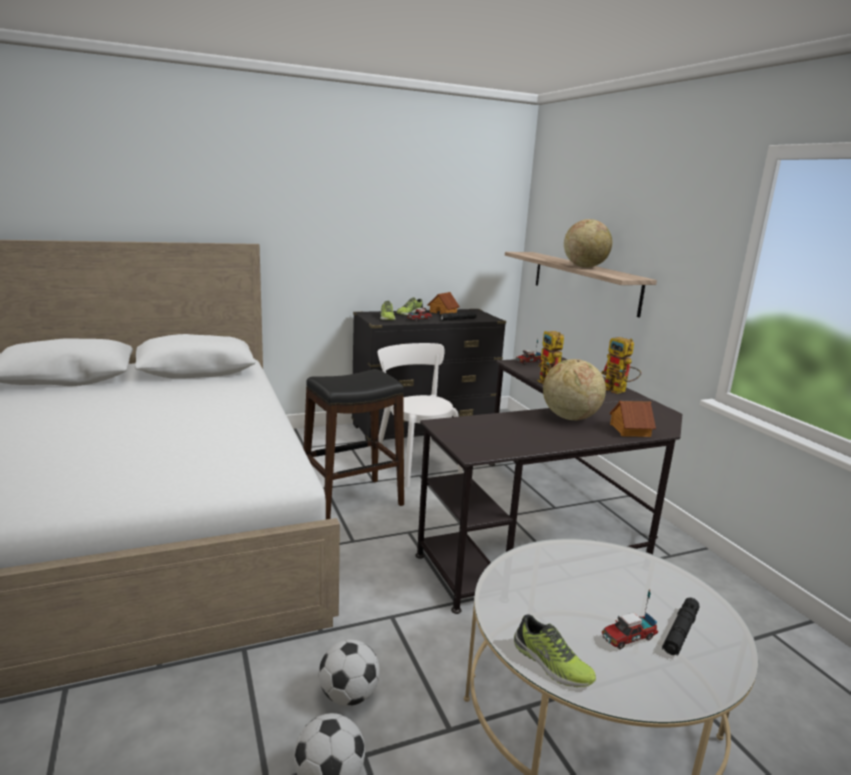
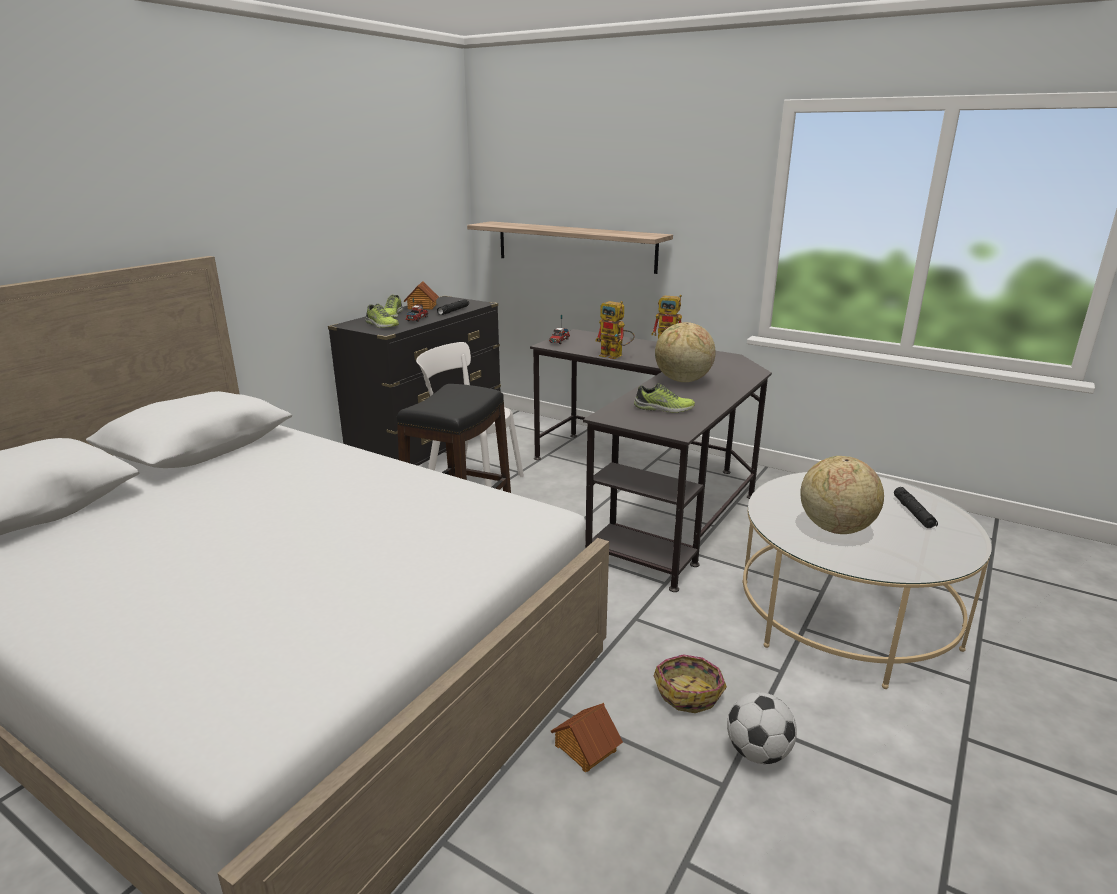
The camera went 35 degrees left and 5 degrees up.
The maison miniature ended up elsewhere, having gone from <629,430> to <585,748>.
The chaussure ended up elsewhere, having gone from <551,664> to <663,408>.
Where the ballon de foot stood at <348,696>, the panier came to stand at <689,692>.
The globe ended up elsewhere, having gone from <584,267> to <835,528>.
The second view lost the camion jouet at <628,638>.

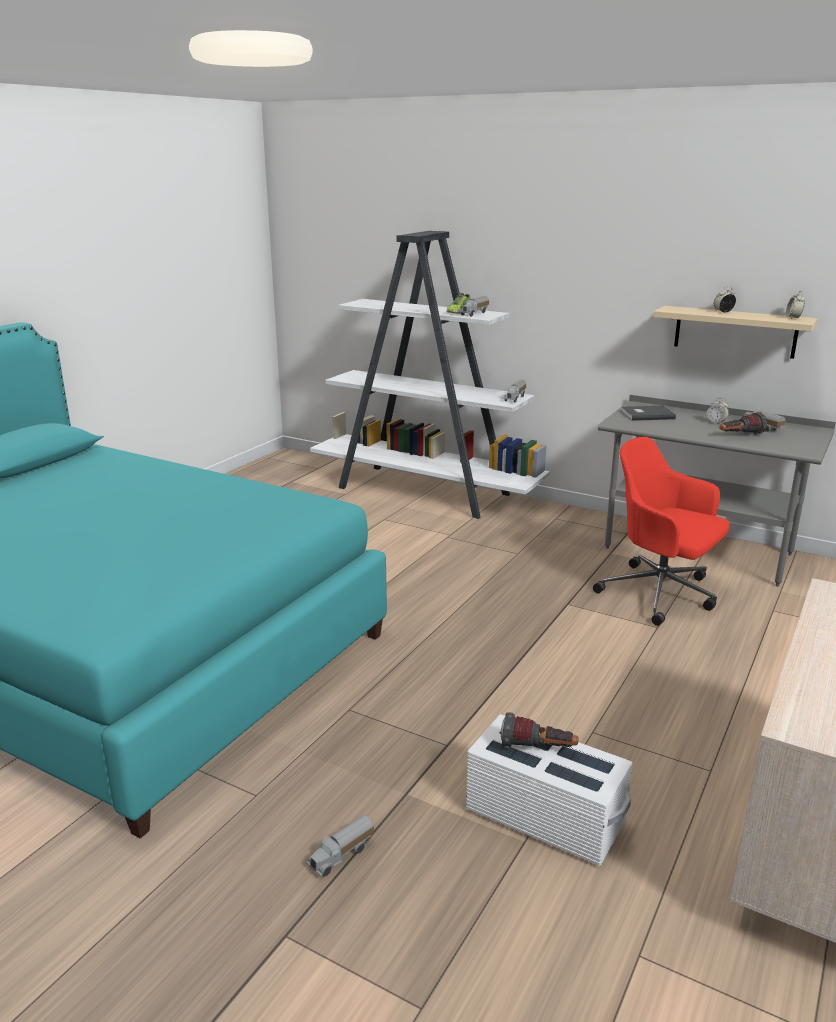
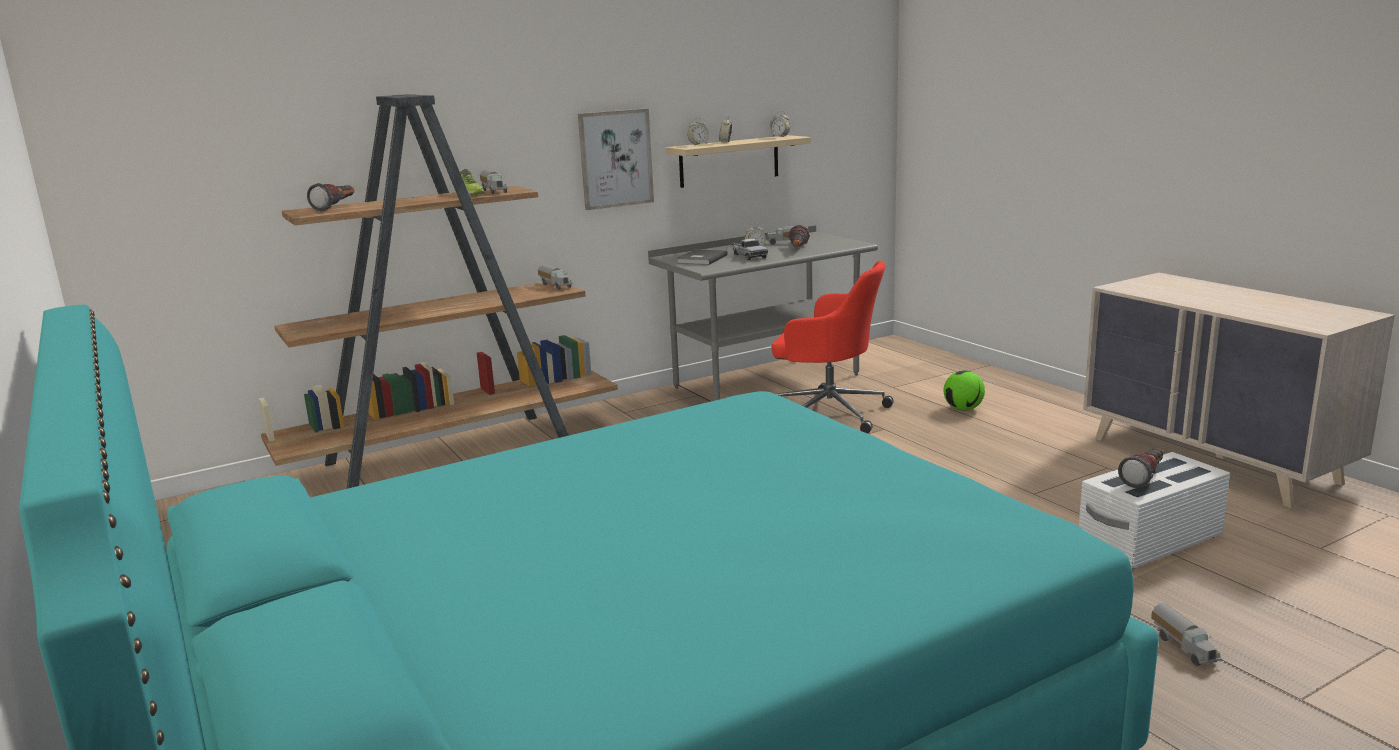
The camera went 60 degrees left and 5 degrees down.
What was the bibliothèque [blanc] at <426,492> turned into the bibliothèque [marron] at <453,453>.
The second view gained the lampe de poche at <336,207>.
The second view gained the tableau at <615,158>.
The second view gained the réveil at <698,144>.
The second view gained the camion jouet at <749,256>.
The chaise de bureau [rouge] at <660,594> ended up facing another way, 135 degrees counterclockwise from before.
The second view gained the ballon de foot at <963,409>.

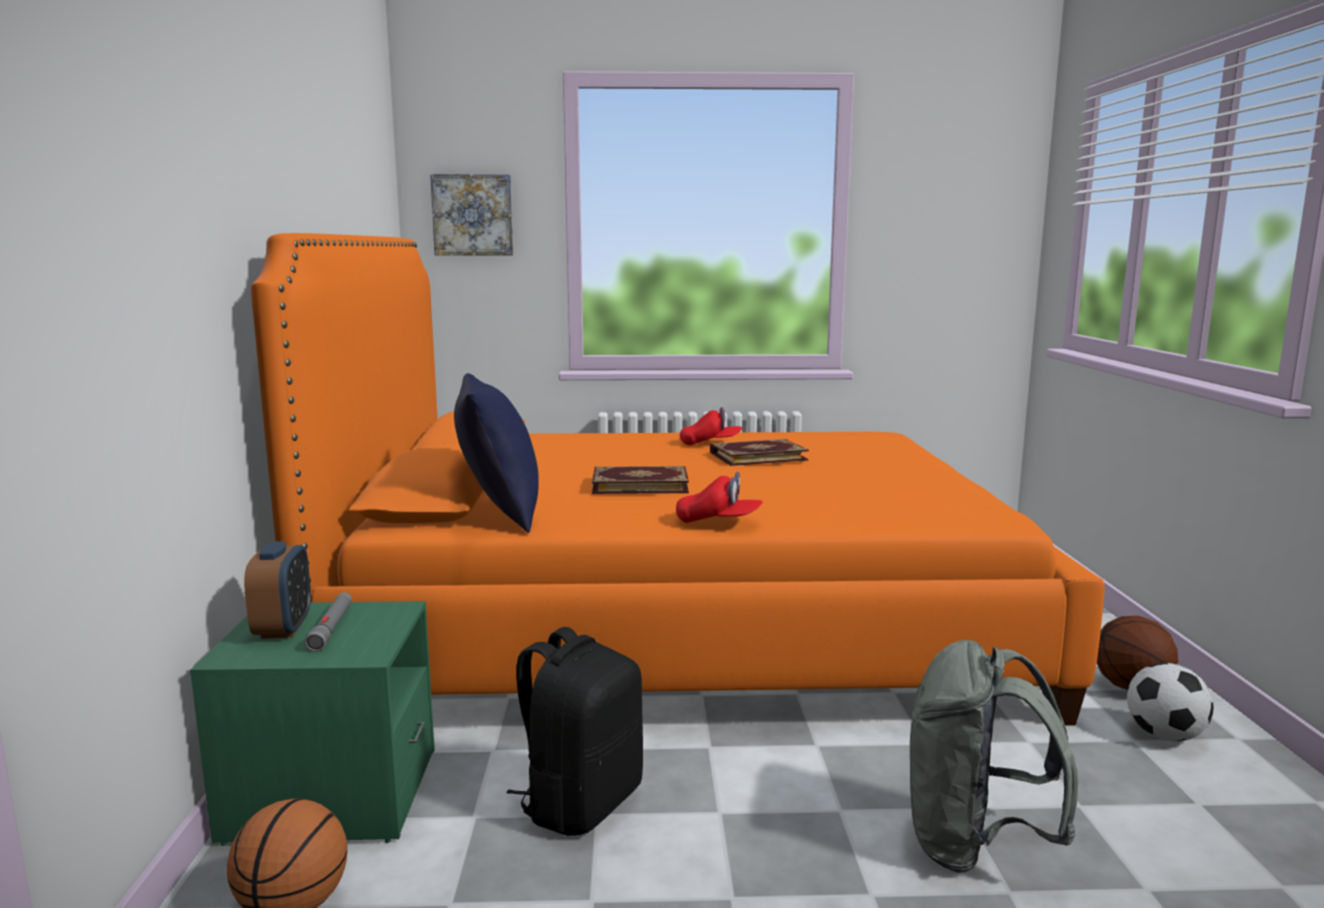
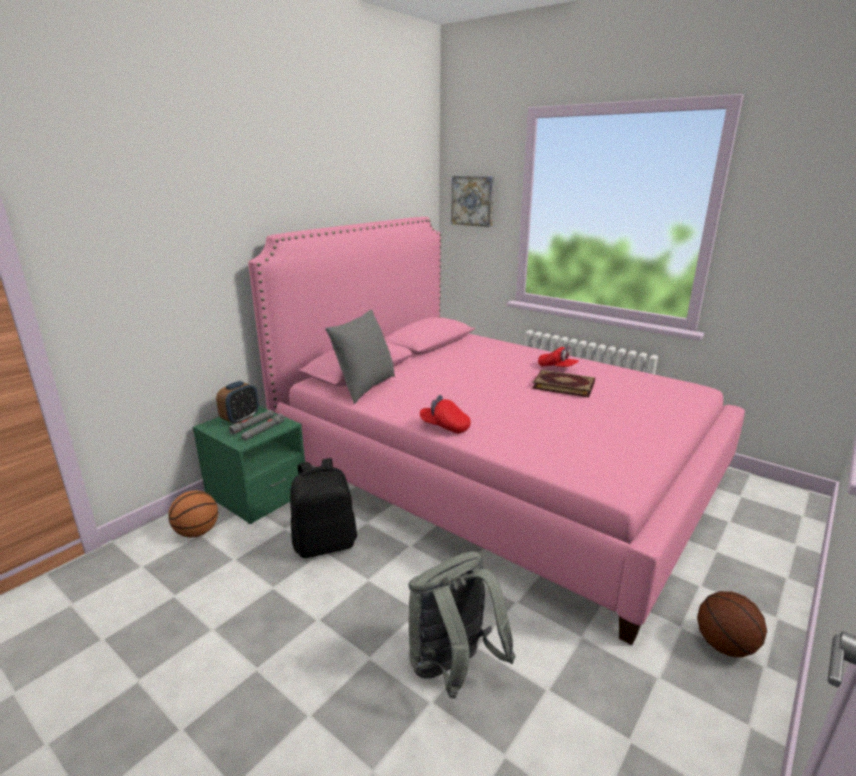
The camera went 40 degrees right and 10 degrees up.
The second view gained the lampe de poche [gris] at <263,431>.
What was the lit [orange] at <679,622> turned into the lit [rose] at <494,471>.
What was the coussin [bleu] at <499,514> turned into the coussin [gris] at <364,388>.
The casquette [rouge] at <718,522> ended up facing another way, 150 degrees clockwise from before.
The second view lost the livre at <640,484>.
The second view lost the ballon de foot at <1165,735>.

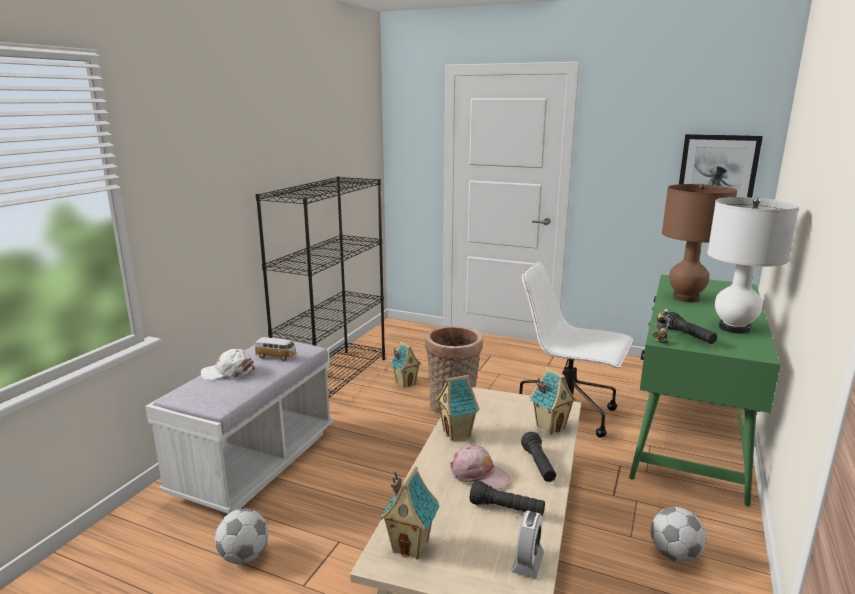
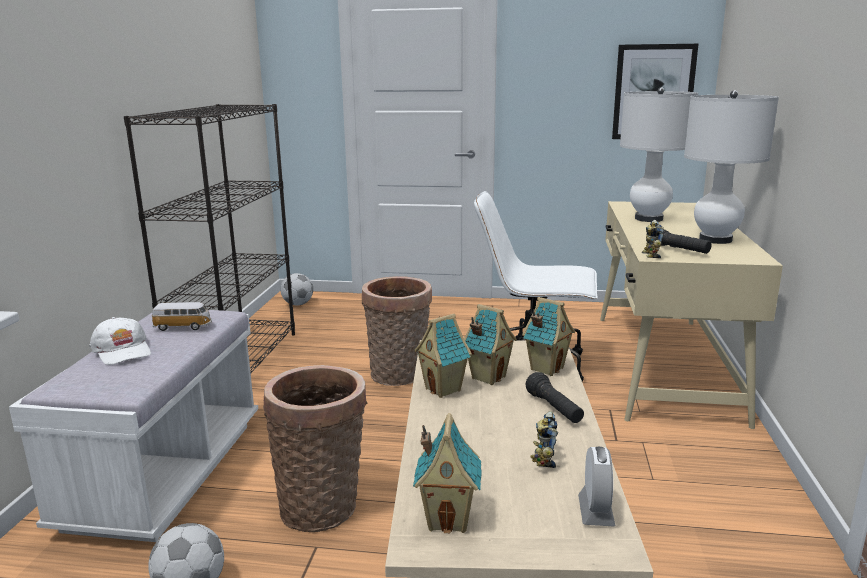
The camera went 15 degrees left and 0 degrees up.
The casquette [blanc] at <228,372> ended up facing another way, 105 degrees counterclockwise from before.
The second view gained the panier at <323,505>.
The ballon de foot ended up elsewhere, having gone from <675,554> to <298,304>.
The maison miniature ended up elsewhere, having gone from <405,383> to <488,377>.
Where the lampe de poche [noir] stood at <506,509>, the robot jouet came to stand at <542,459>.
What was the bureau [vert] at <688,430> turned into the bureau [beige] at <663,364>.
What was the lampe de table [marron] at <685,298> turned into the lampe de table [blanc] at <648,219>.
The second view lost the casquette [rose] at <479,474>.

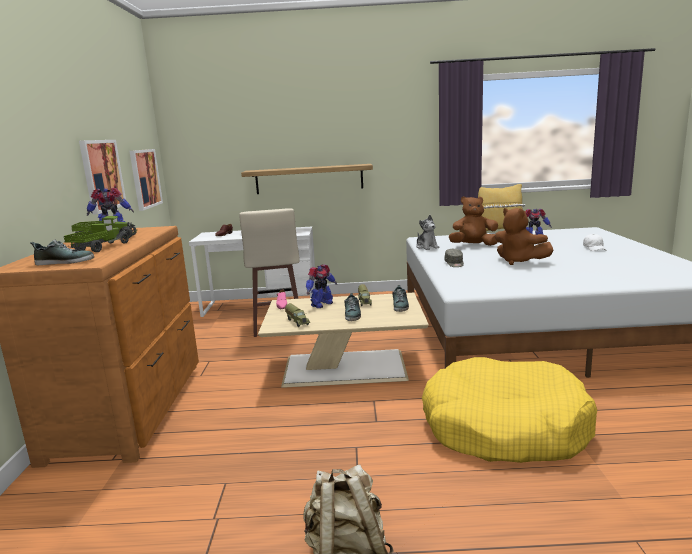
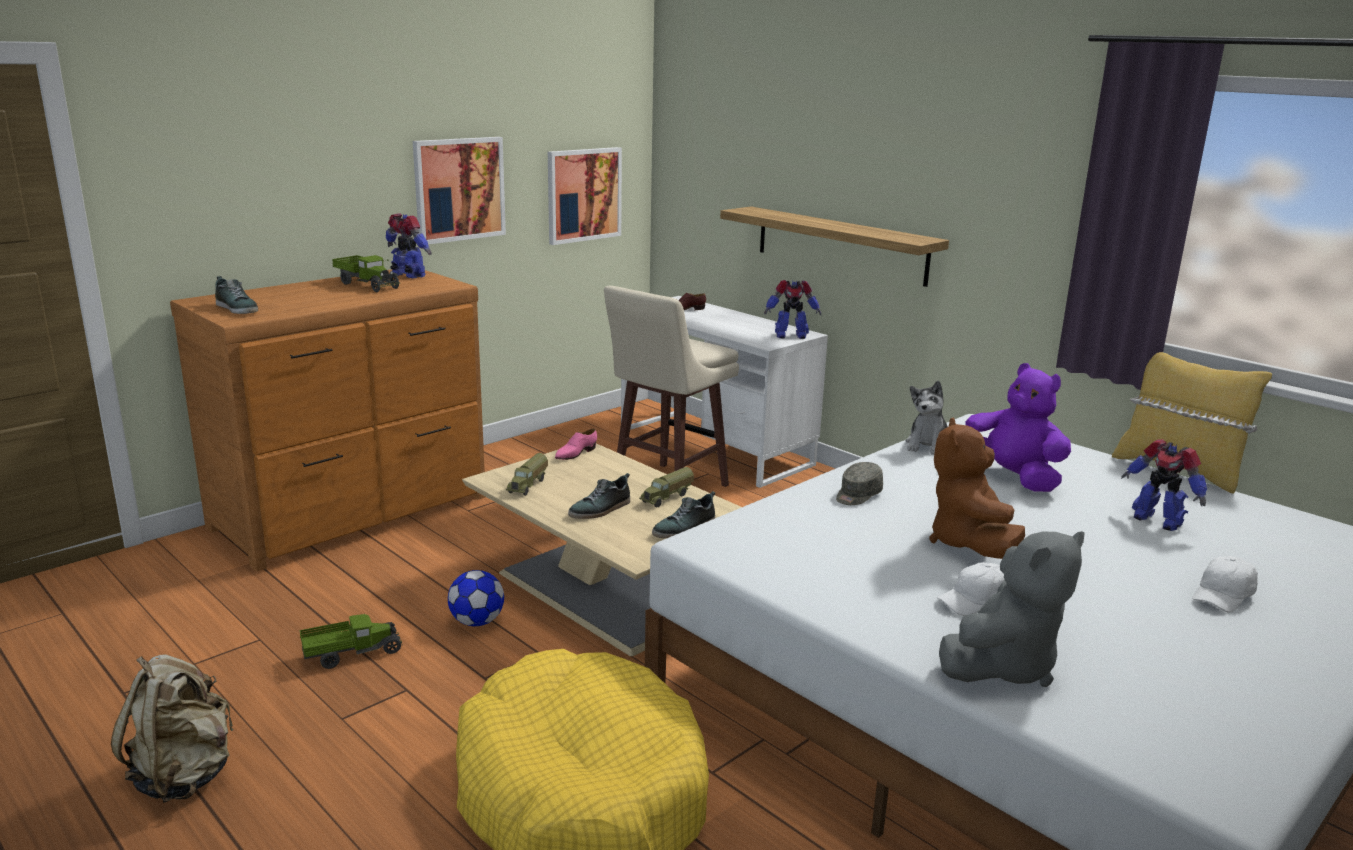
The camera went 45 degrees right and 5 degrees up.
The camion jouet ended up elsewhere, having gone from <100,248> to <351,654>.
The second view gained the ballon de foot at <477,622>.
The robot jouet ended up elsewhere, having gone from <321,304> to <790,335>.
The second view gained the casquette [blanc] at <976,602>.
The second view gained the peluche [gris] at <1003,665>.
What was the peluche [marron] at <473,245> turned into the peluche [violet] at <1010,477>.

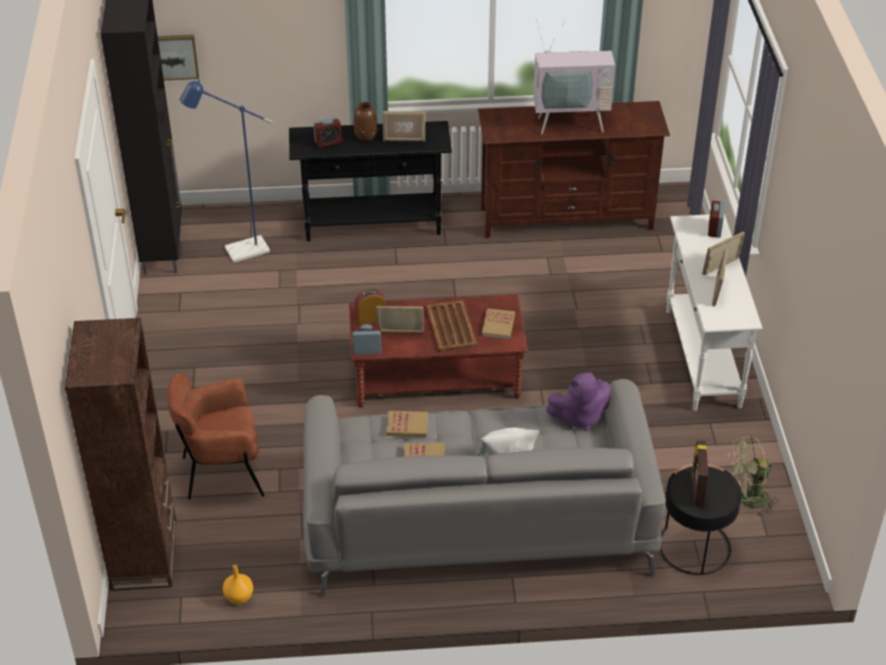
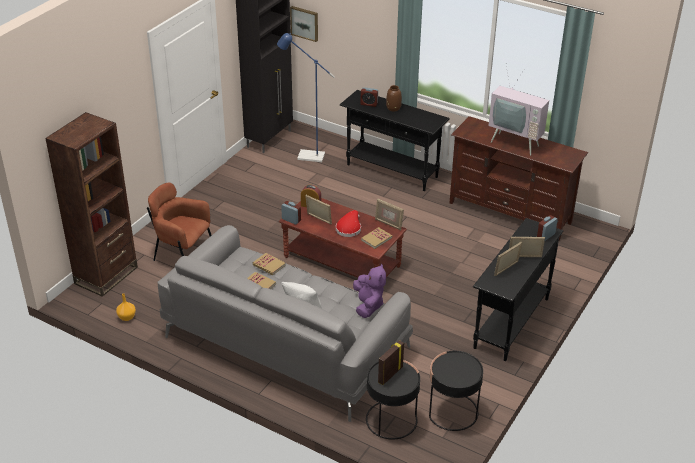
The camera went 35 degrees right and 5 degrees down.
Where the plateau [marron] stood at <451,327>, the chapeau [rouge] came to stand at <349,228>.
The peluche [violet] at <579,416> ended up facing another way, 120 degrees counterclockwise from before.
The cadre photo ended up elsewhere, having gone from <404,140> to <388,224>.
Where the ventilateur [vert] stood at <747,500>, the table d'appoint [noir] came to stand at <452,412>.
What was the table console [blanc] at <702,358> turned into the table console [noir] at <511,323>.

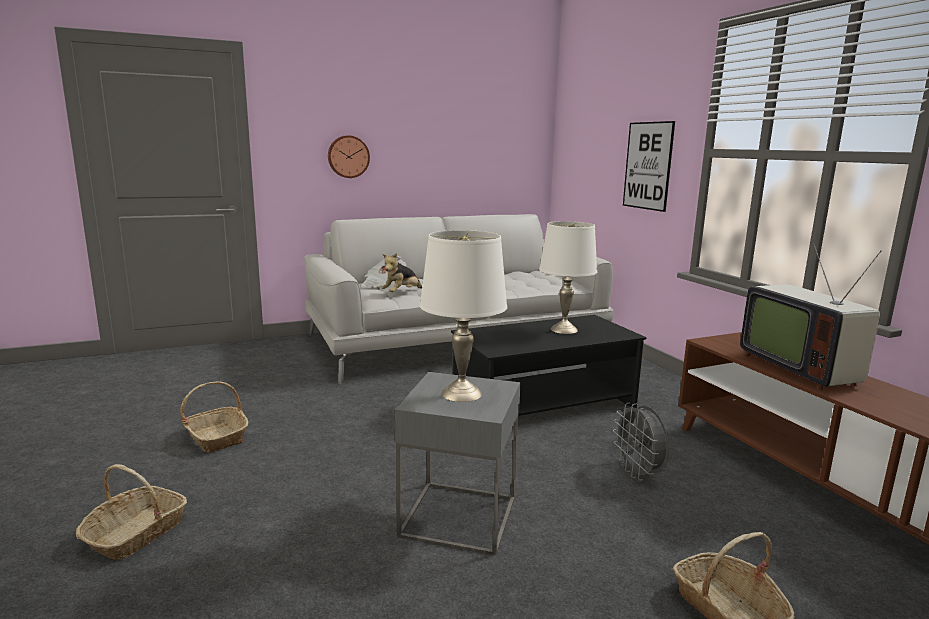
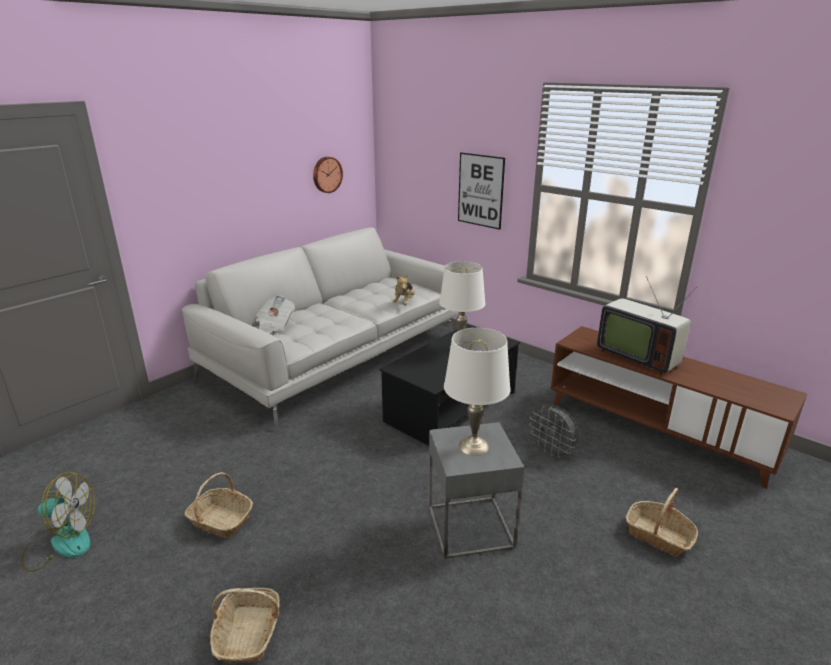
The camera went 25 degrees left and 10 degrees up.
The second view gained the ventilateur at <61,542>.
The horloge murale ended up elsewhere, having gone from <348,156> to <326,174>.
The peluche ended up elsewhere, having gone from <401,293> to <404,303>.

